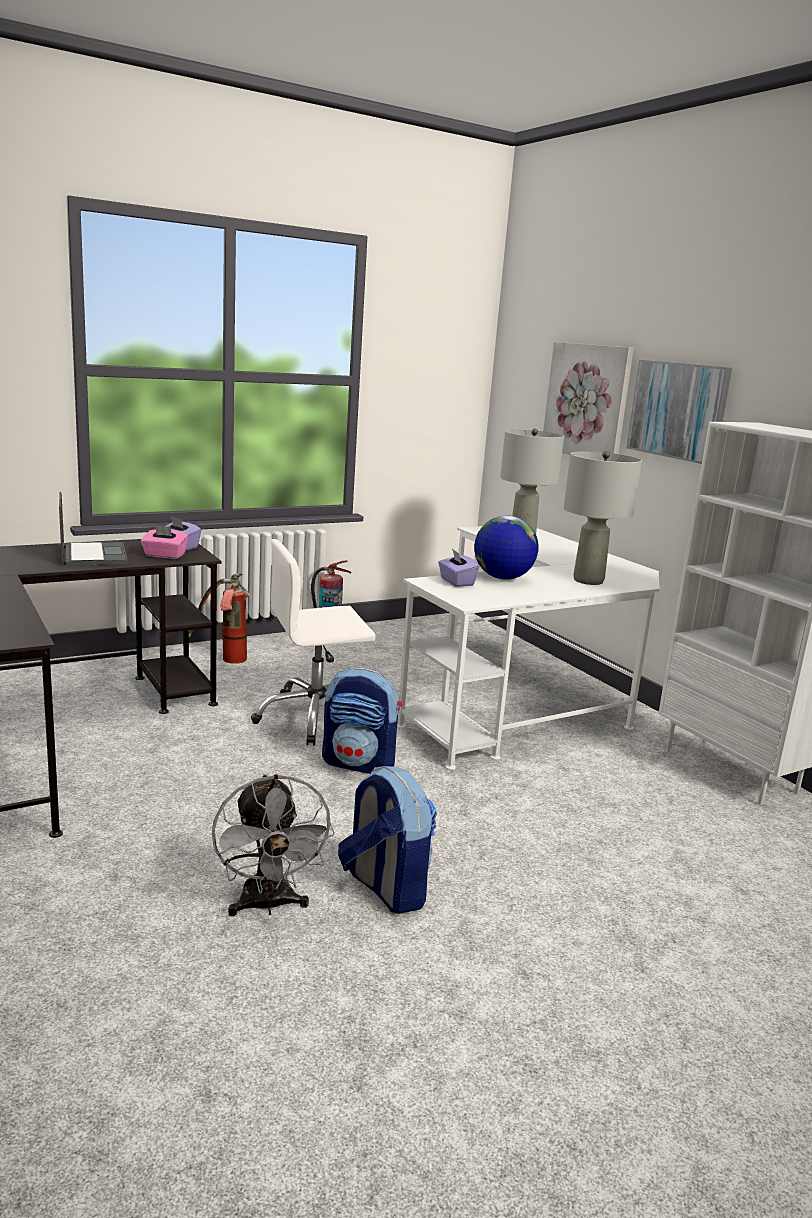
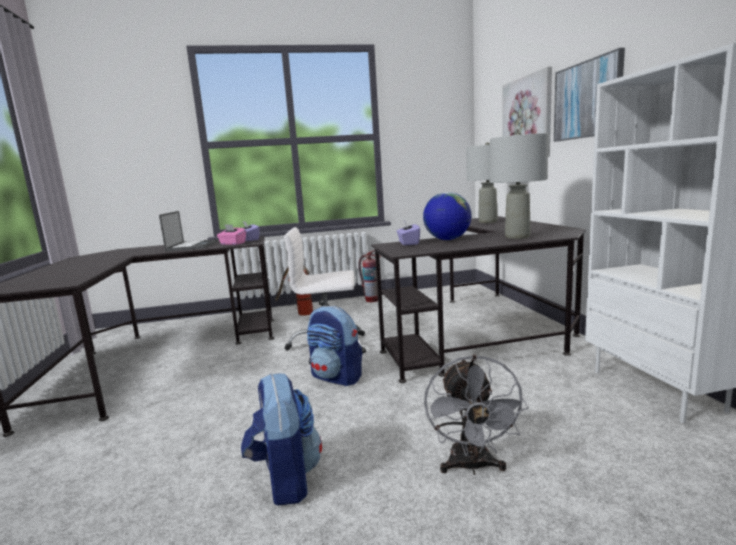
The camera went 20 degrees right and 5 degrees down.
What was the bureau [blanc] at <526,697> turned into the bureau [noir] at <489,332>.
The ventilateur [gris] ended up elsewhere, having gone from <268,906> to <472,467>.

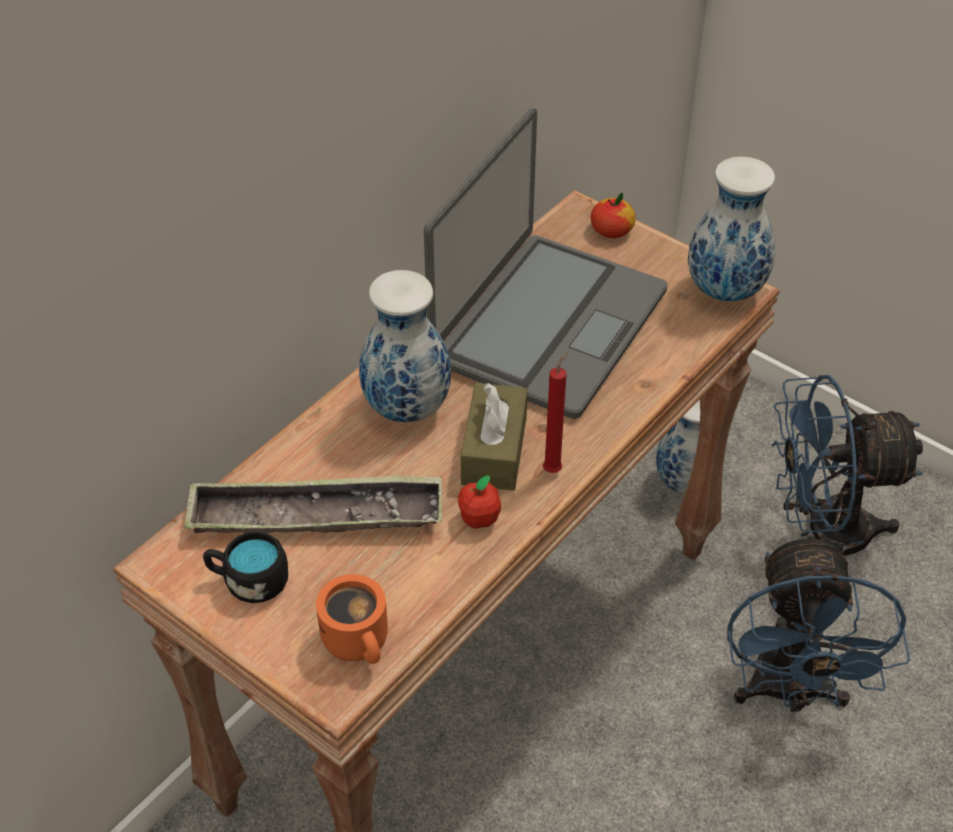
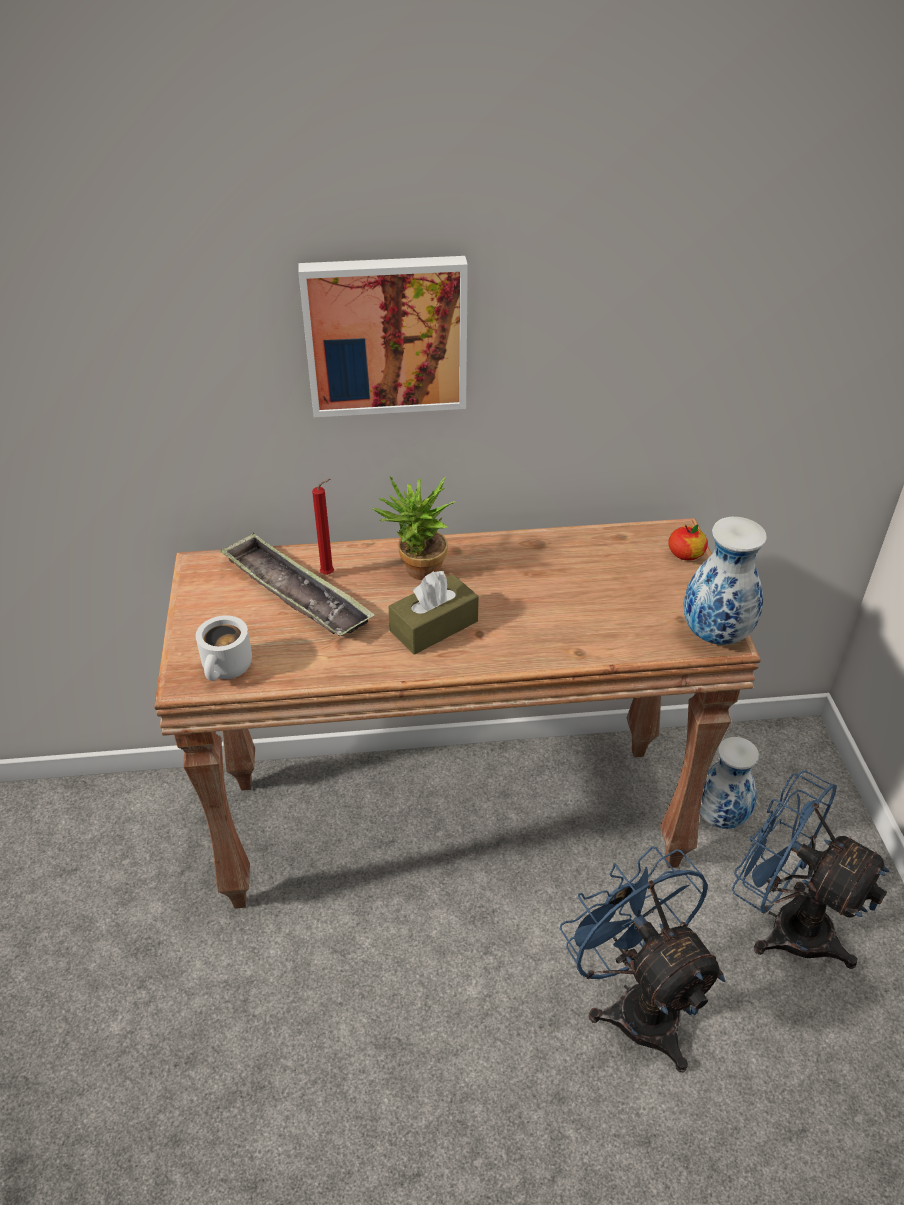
The camera went 45 degrees right and 5 degrees down.
What was the mug [orange] at <360,641> turned into the mug [blanc] at <228,669>.
The second view gained the tableau at <385,334>.
The bougie [rouge] ended up elsewhere, having gone from <554,469> to <329,574>.
Where the vase stood at <405,409>, the plante en pot came to stand at <417,572>.
The ventilateur [bleu] at <789,693> ended up facing another way, 105 degrees clockwise from before.
The second view lost the mug [noir] at <248,581>.
The second view lost the ordinateur portable at <547,325>.
The second view lost the pomme at <479,519>.

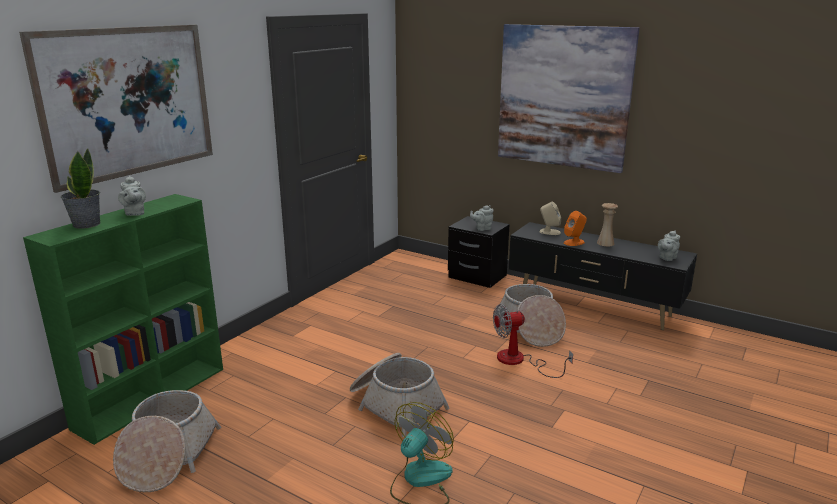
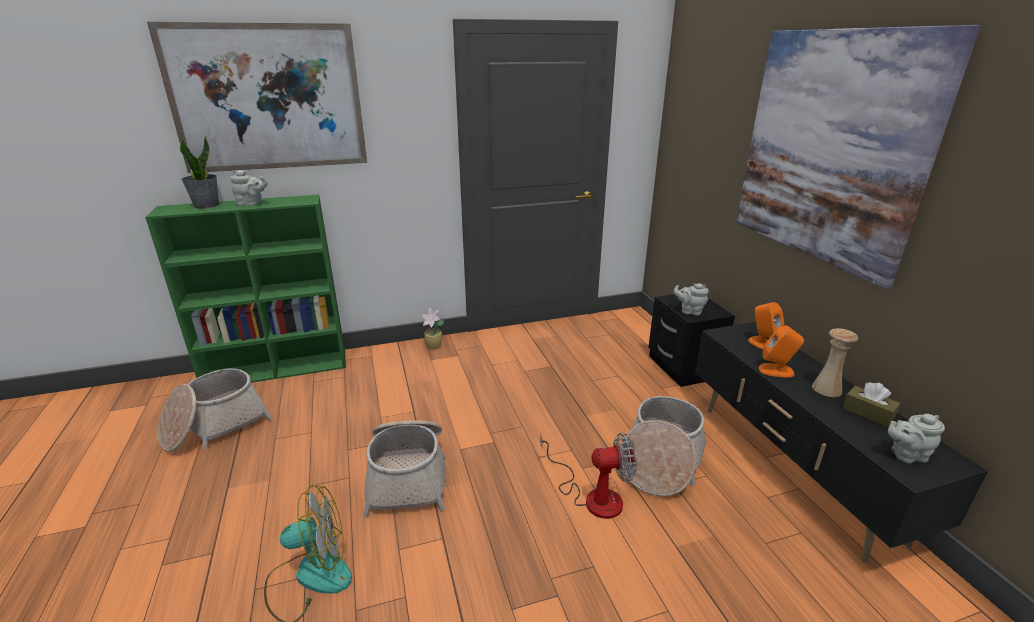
The camera went 40 degrees right and 5 degrees up.
The théière [gris] at <134,213> ended up facing another way, 105 degrees counterclockwise from before.
The second view gained the plante en pot at <434,347>.
The ventilateur at <519,361> ended up facing another way, 150 degrees clockwise from before.
What was the enceinte [beige] at <549,232> turned into the enceinte [orange] at <763,343>.
The second view gained the boîte à mouchoirs [marron] at <868,413>.

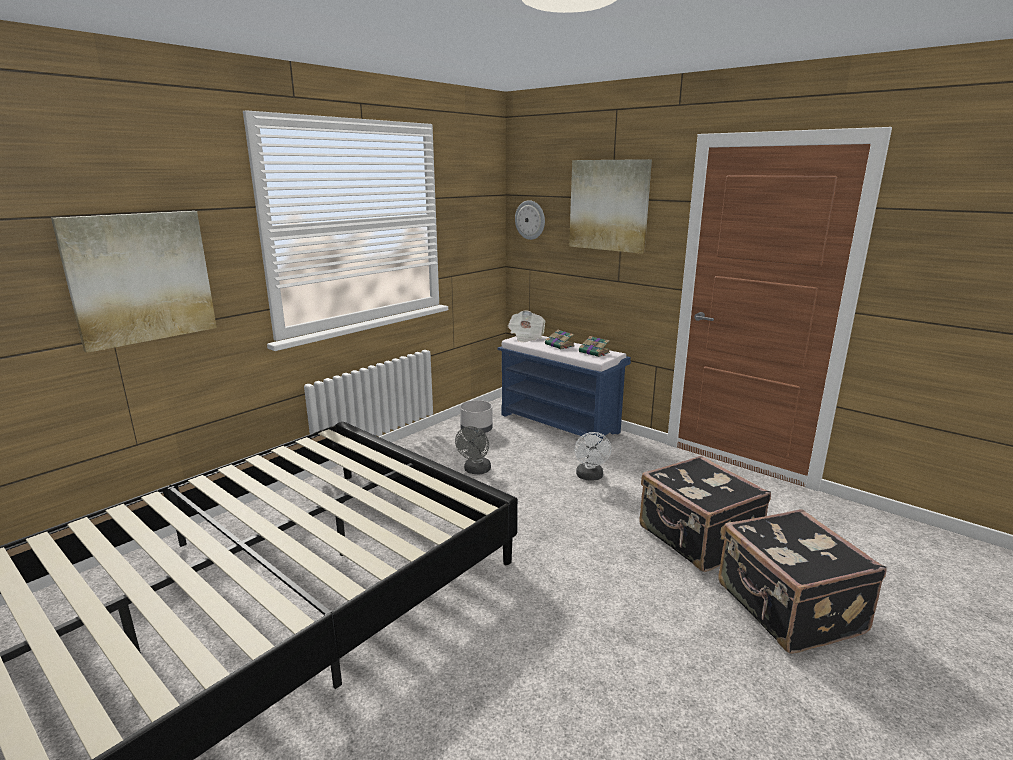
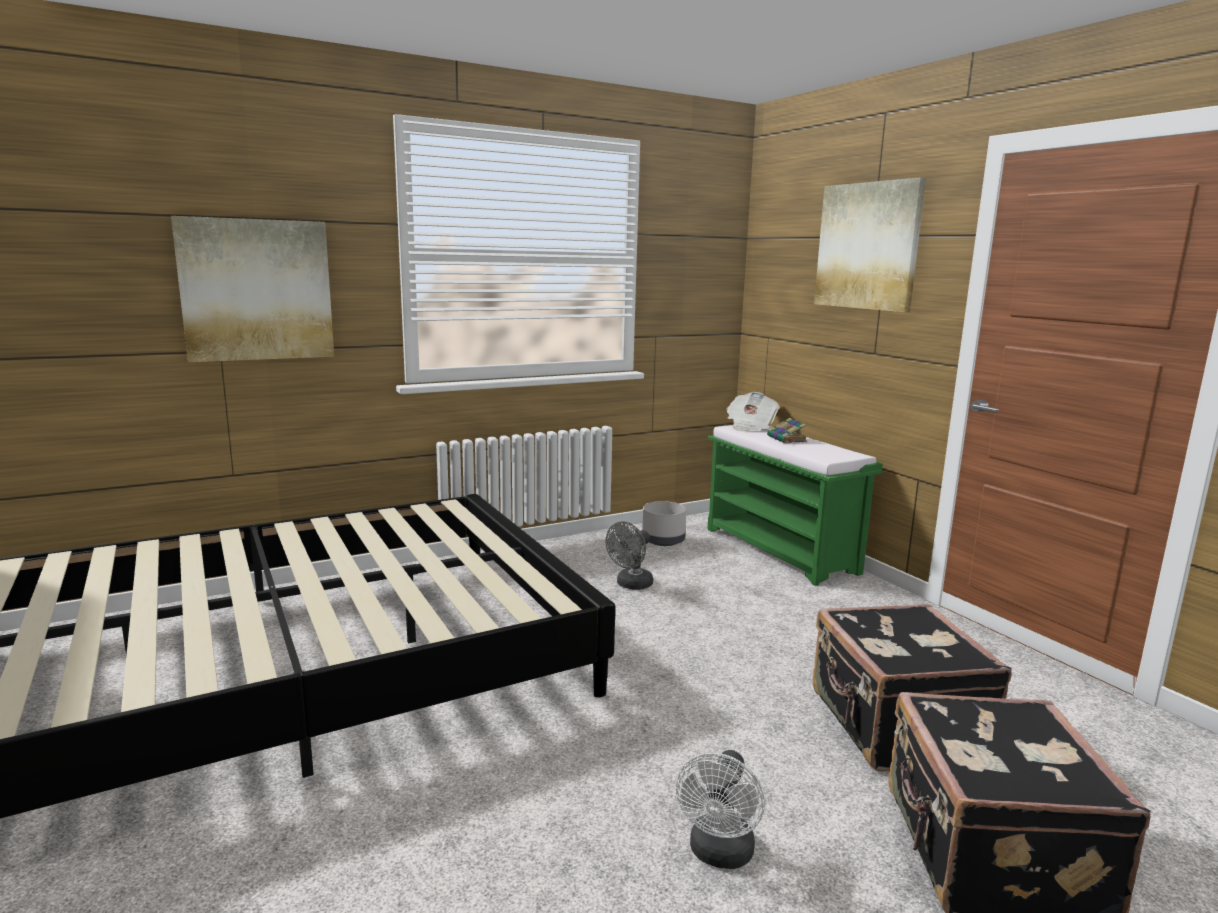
The camera went 20 degrees right and 5 degrees down.
The ventilateur [blanc] ended up elsewhere, having gone from <590,477> to <719,854>.
What was the banc [bleu] at <560,423> turned into the banc [vert] at <781,550>.
The second view lost the horloge murale at <530,220>.
The second view lost the livre at <594,352>.

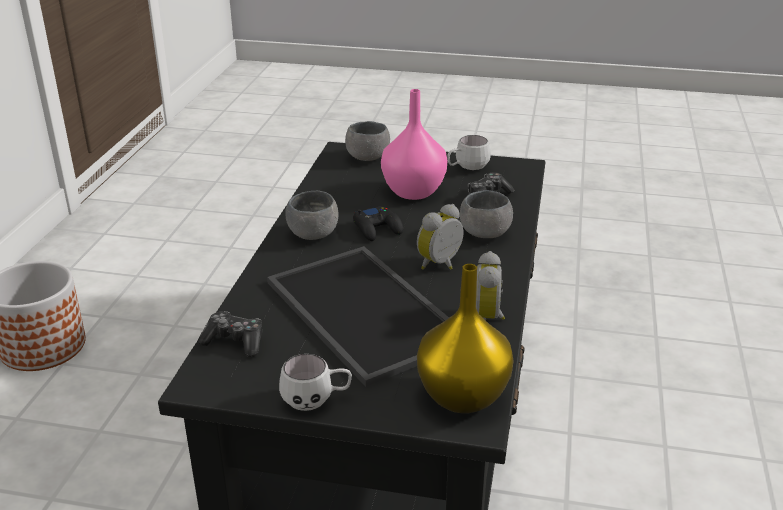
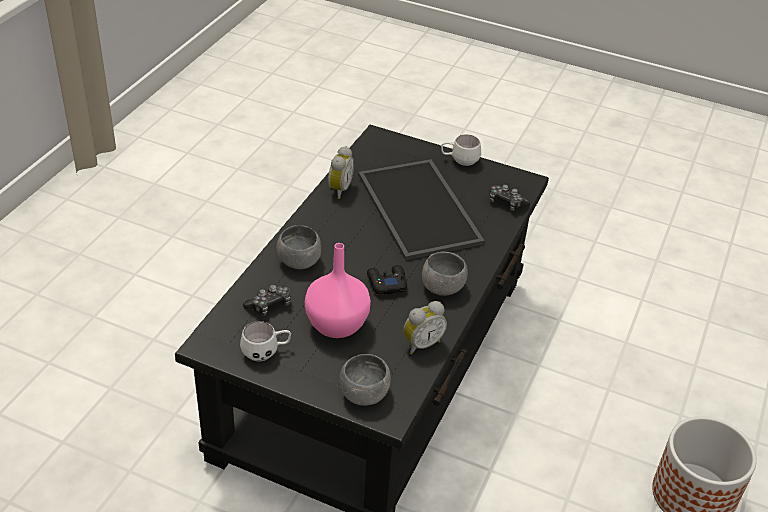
The camera went 170 degrees left and 10 degrees up.
The réveil ended up elsewhere, having gone from <441,265> to <421,343>.
The second view lost the vase [jaune] at <462,398>.

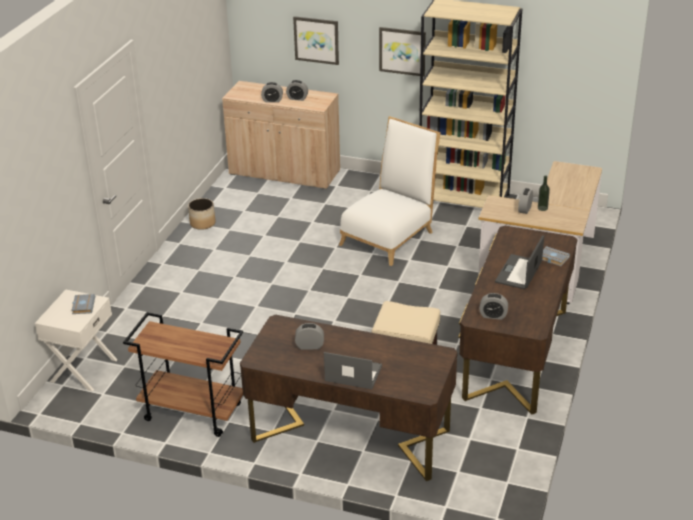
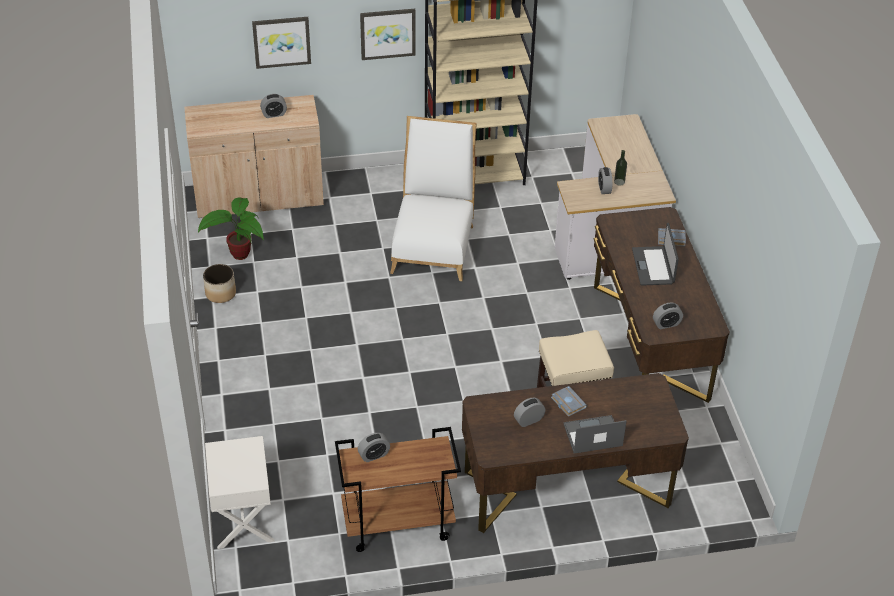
The camera went 30 degrees left and 10 degrees up.
The second view gained the plante en pot at <238,256>.
The réveil ended up elsewhere, having gone from <272,100> to <374,455>.
The livre [gris] ended up elsewhere, having gone from <83,306> to <567,403>.

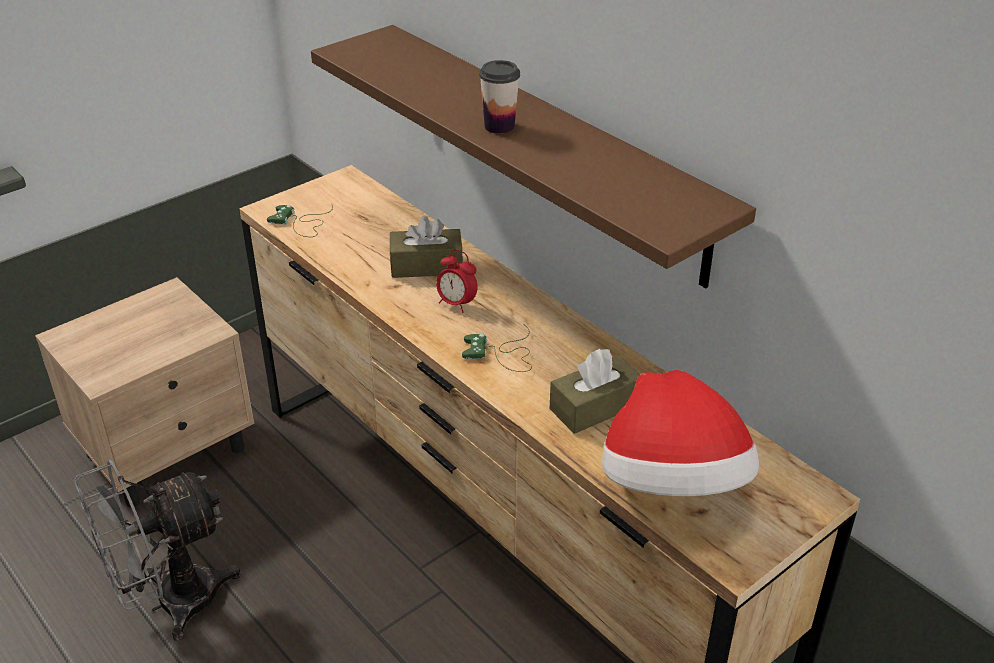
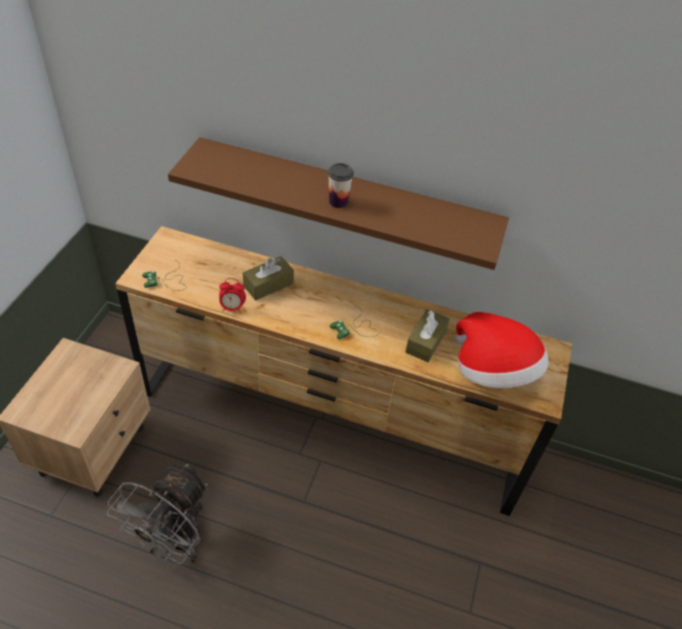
The camera went 35 degrees left and 10 degrees up.
The réveil ended up elsewhere, having gone from <456,304> to <232,308>.

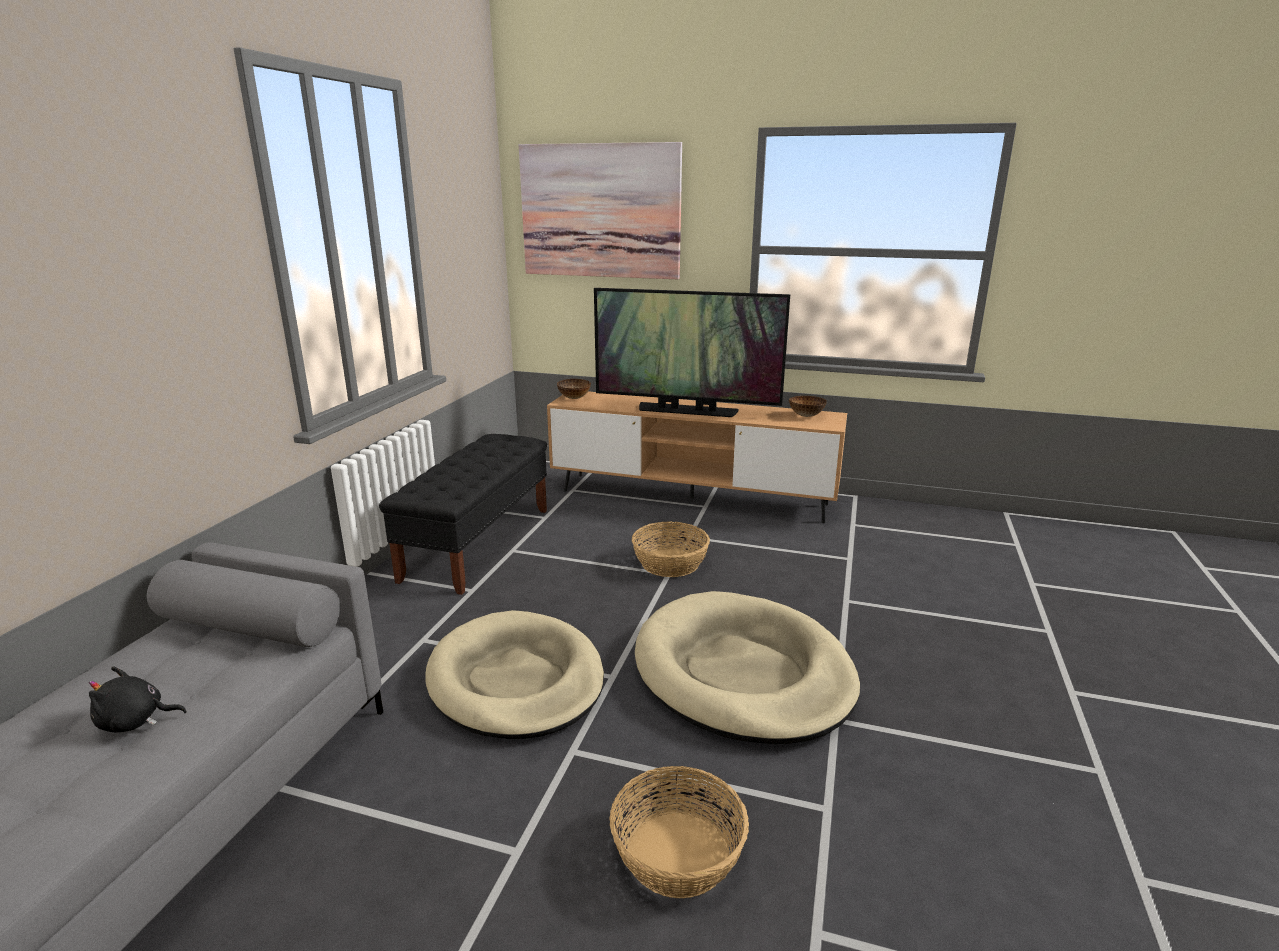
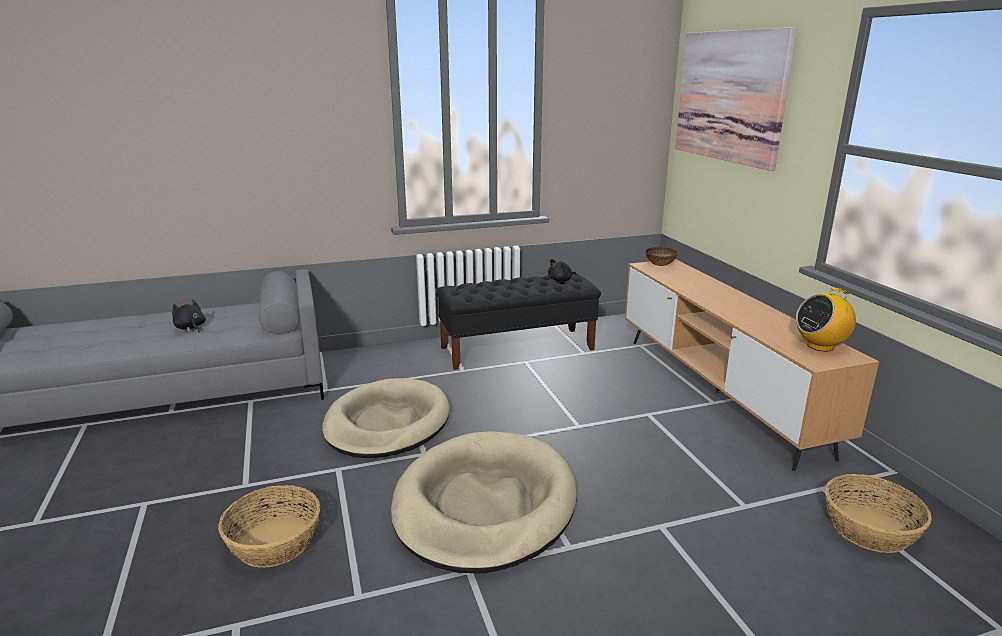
The camera went 55 degrees right and 0 degrees up.
The second view gained the peluche [noir] at <561,280>.
Where the bol stood at <806,416>, the radio came to stand at <820,346>.
The panier ended up elsewhere, having gone from <670,563> to <870,529>.
The second view lost the téléviseur at <686,411>.

